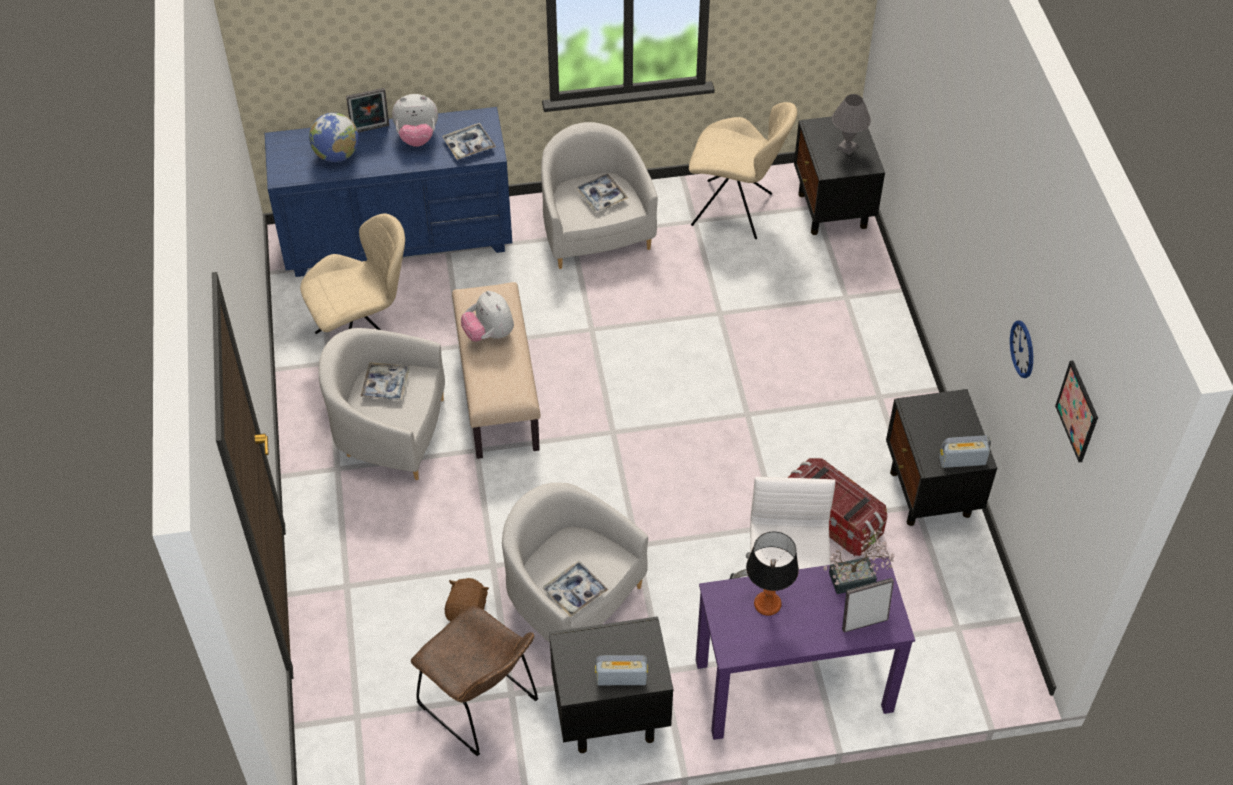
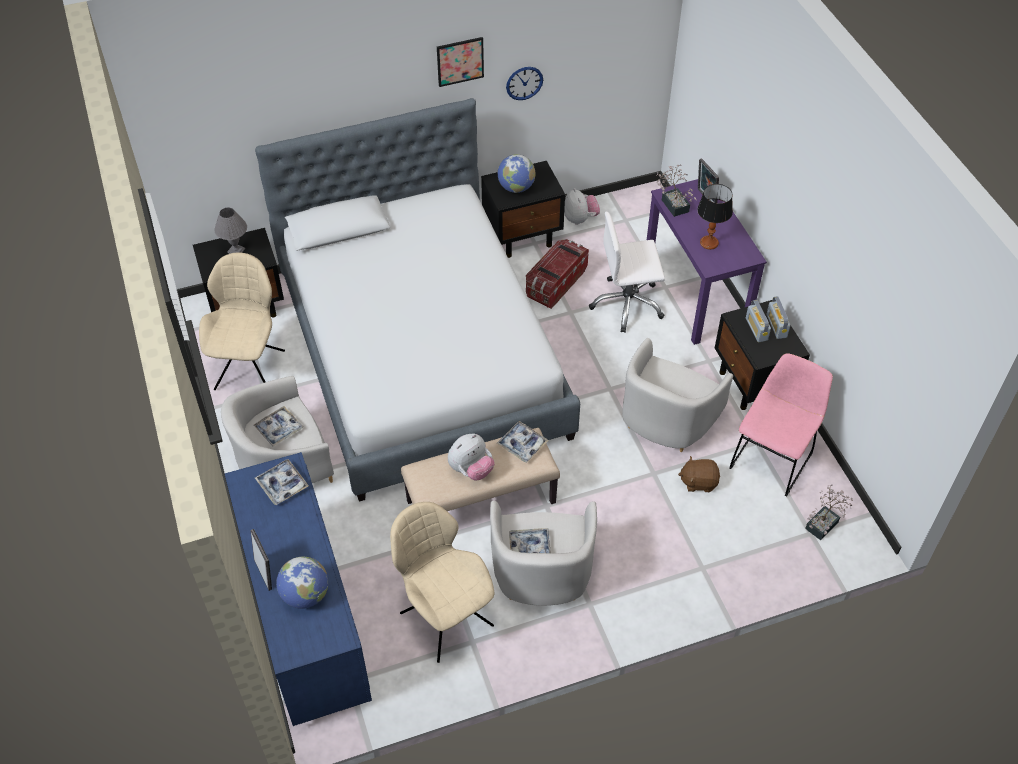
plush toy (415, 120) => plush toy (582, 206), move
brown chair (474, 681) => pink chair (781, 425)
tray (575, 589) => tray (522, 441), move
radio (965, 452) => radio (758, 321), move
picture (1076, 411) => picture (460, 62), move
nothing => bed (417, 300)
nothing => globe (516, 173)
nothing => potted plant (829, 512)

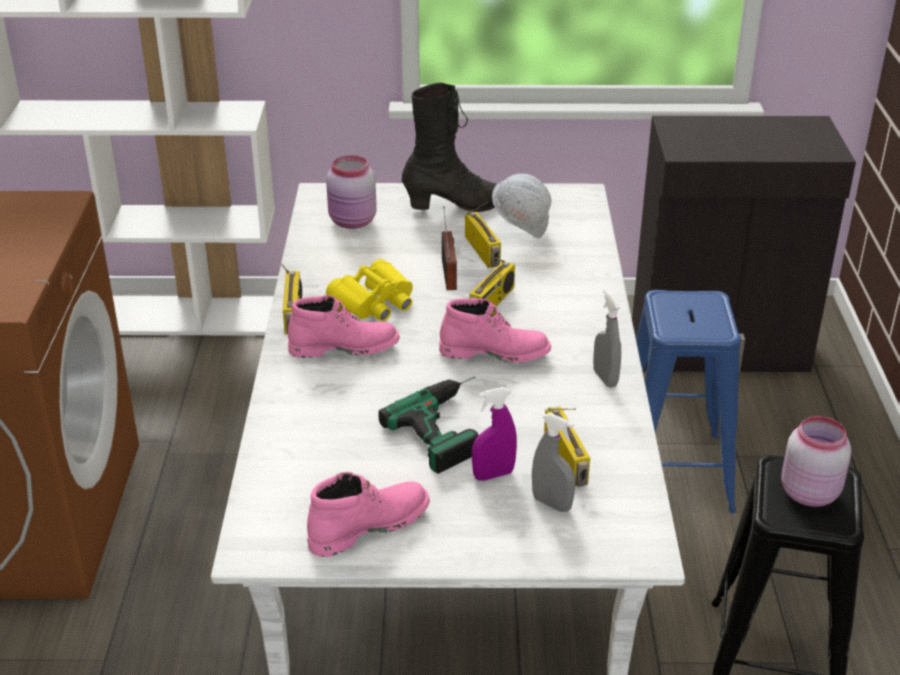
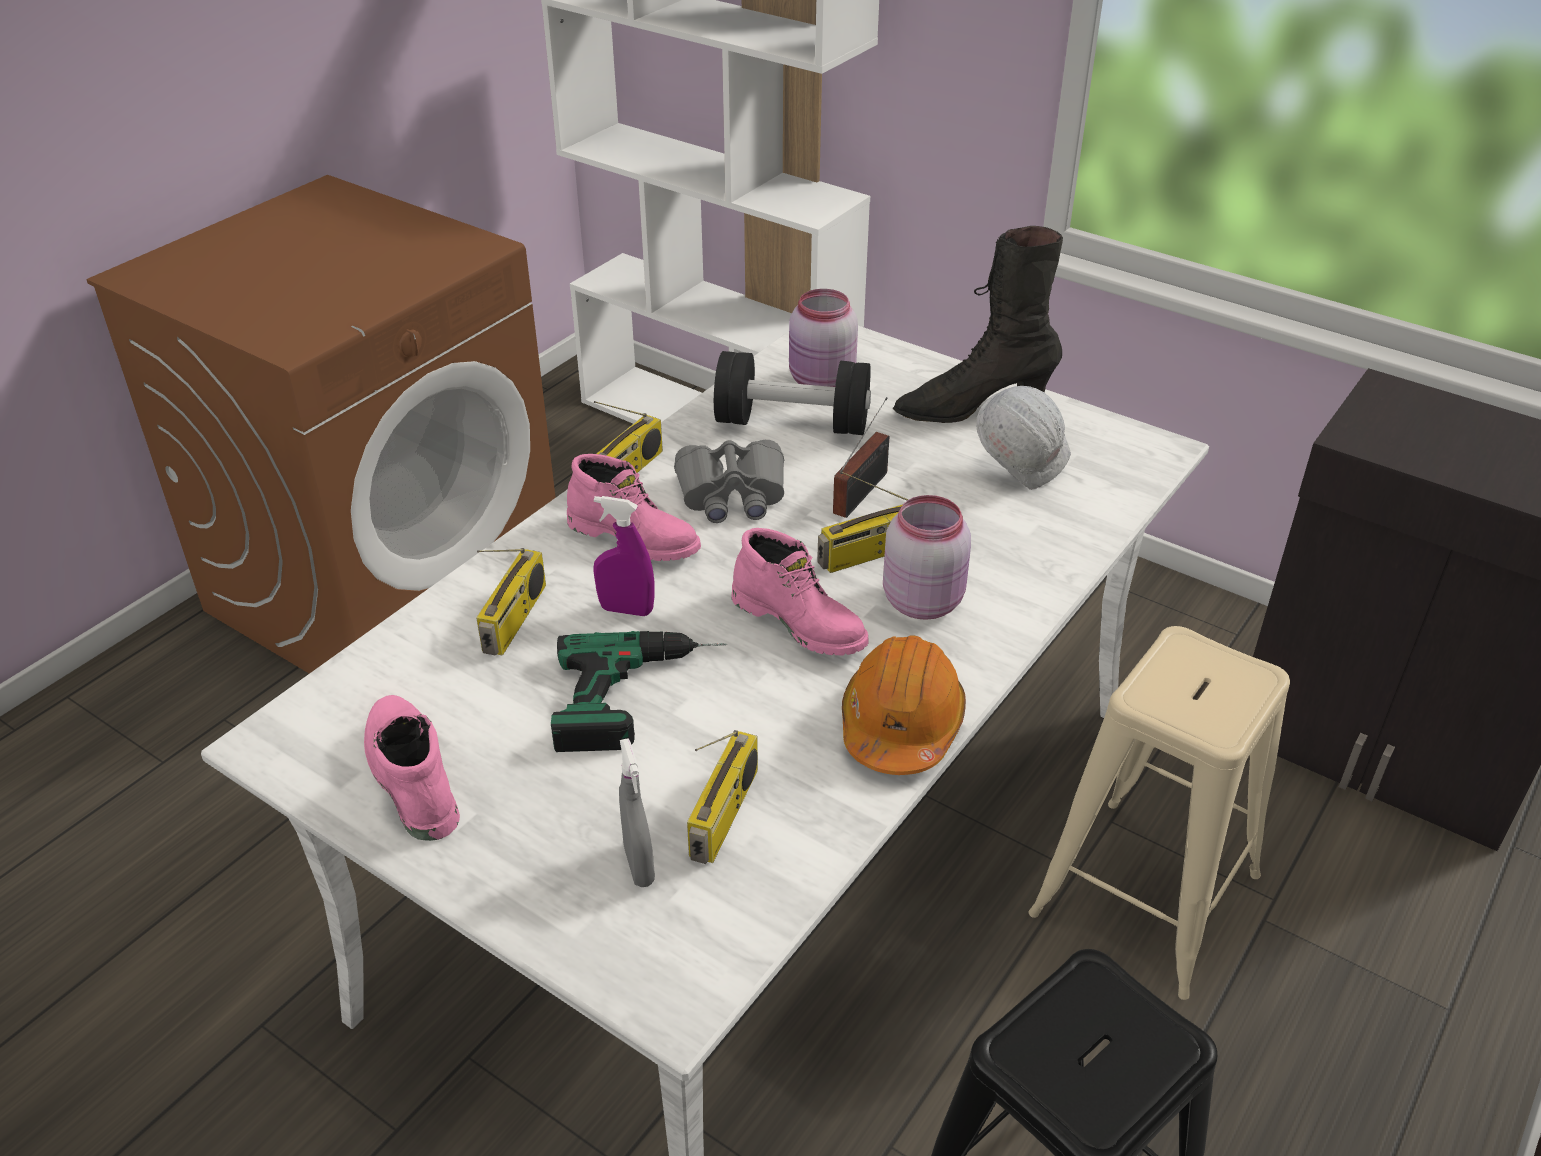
pink boot (368, 514) => pink boot (412, 768), 120 degrees counterclockwise
yellow binoculars (369, 290) => grey binoculars (729, 481)
black boot (449, 147) => black boot (978, 324), 150 degrees clockwise
radio (483, 235) => radio (511, 602), move
purple spray bottle (494, 434) => purple spray bottle (624, 556), move
grey spray bottle (607, 338) => orange hard hat (904, 705)
blue stool (688, 402) => beige stool (1159, 813)
pink jar (816, 461) => pink jar (927, 557), move
nothing => black dumbbell (792, 393)

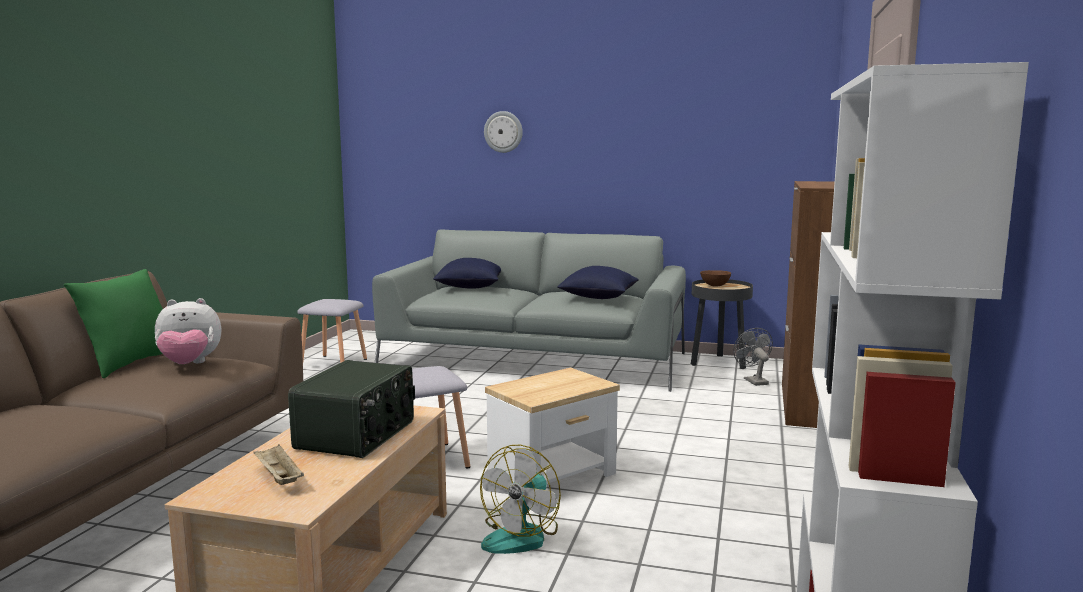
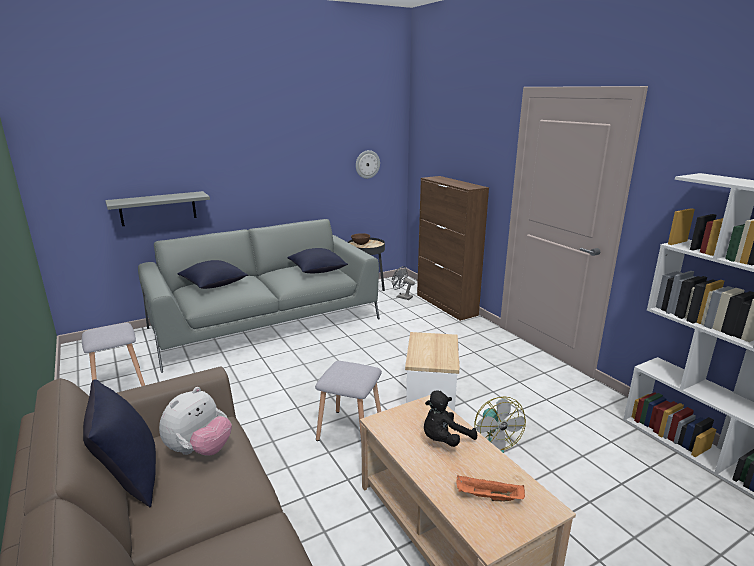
green pillow (113, 323) => blue pillow (119, 443)
beige tray (279, 465) => orange tray (491, 488)
radio (351, 409) => black plush toy (450, 418)
wall clock (503, 132) => wall clock (368, 164), move
nothing => grey shelf (157, 208)

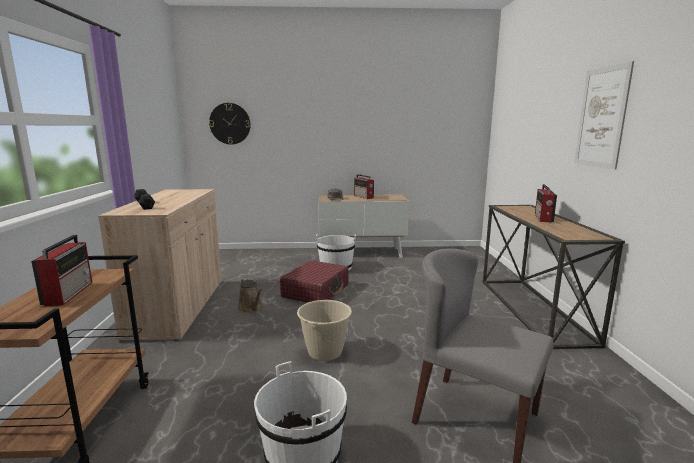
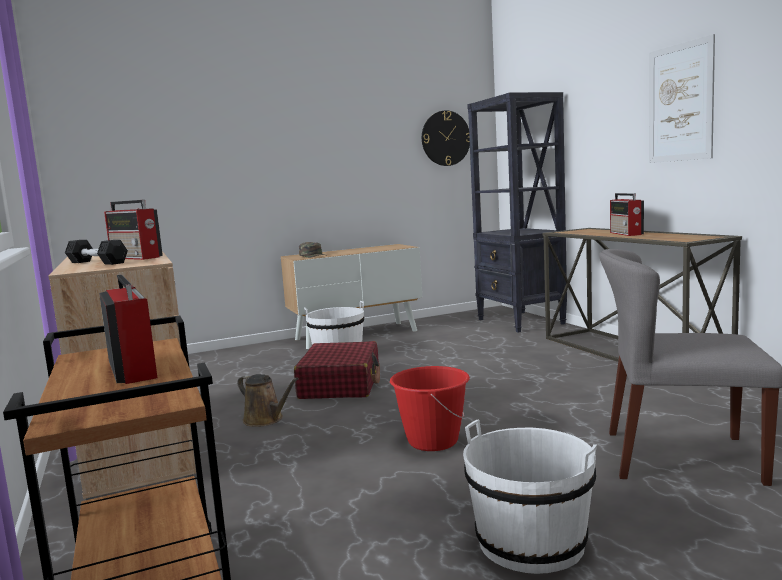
wall clock (230, 124) => wall clock (446, 138), move
beige bucket (324, 330) => red bucket (430, 408)
radio (364, 186) => radio (133, 230), move
nothing => black bookcase (517, 212)

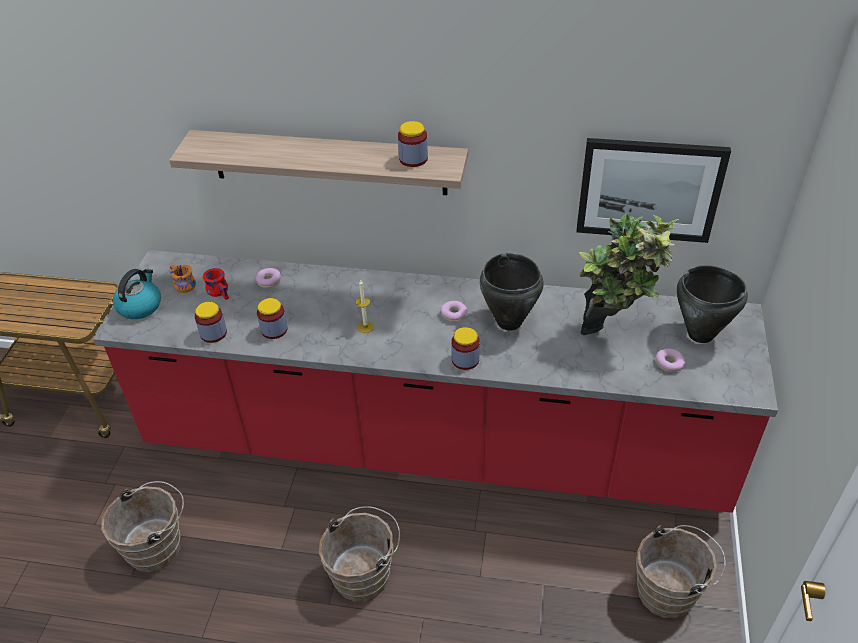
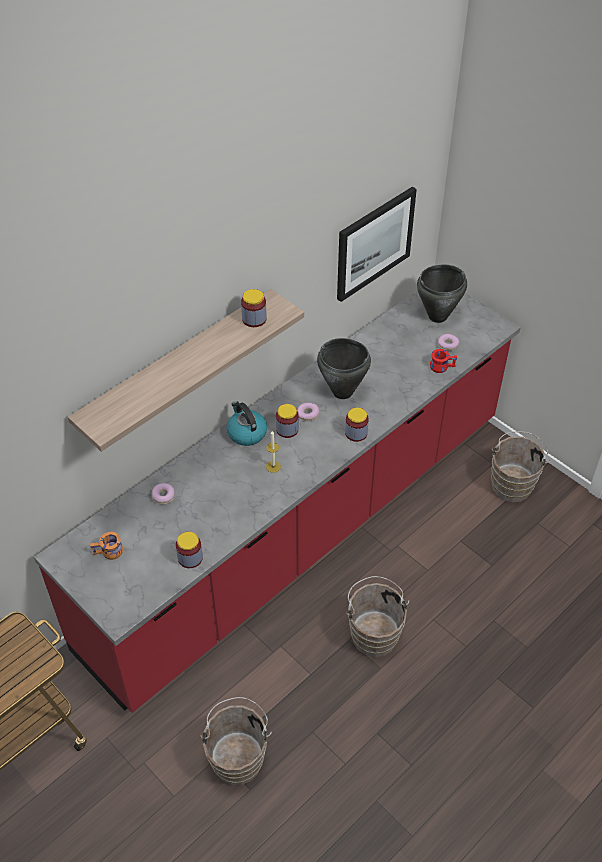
kettle (137, 294) => kettle (247, 423), move
red mug (216, 284) => red mug (443, 361), move
jar (272, 318) => jar (287, 421), move
potted plant (629, 274) => nothing

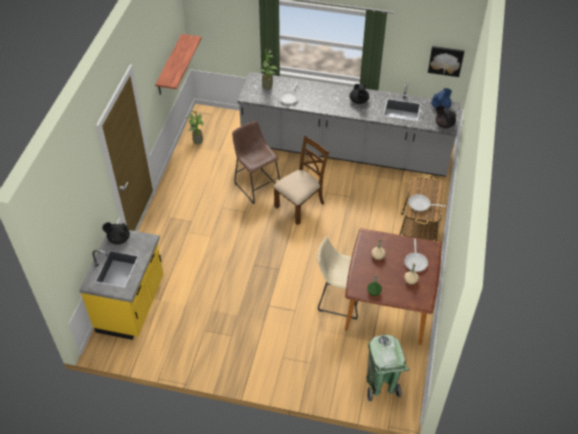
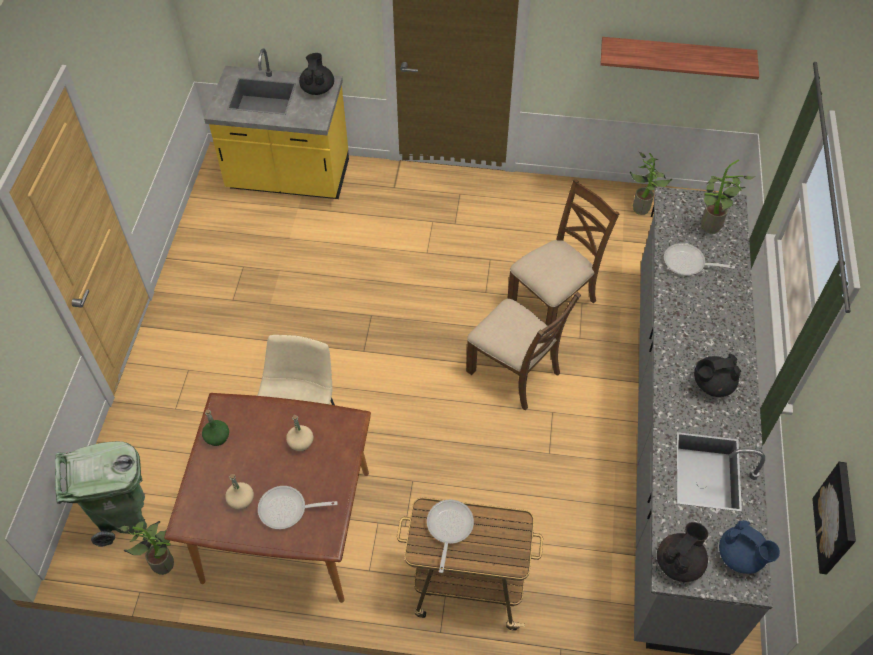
brown stool (256, 162) => brown chair (563, 253)
nothing => potted plant (145, 547)

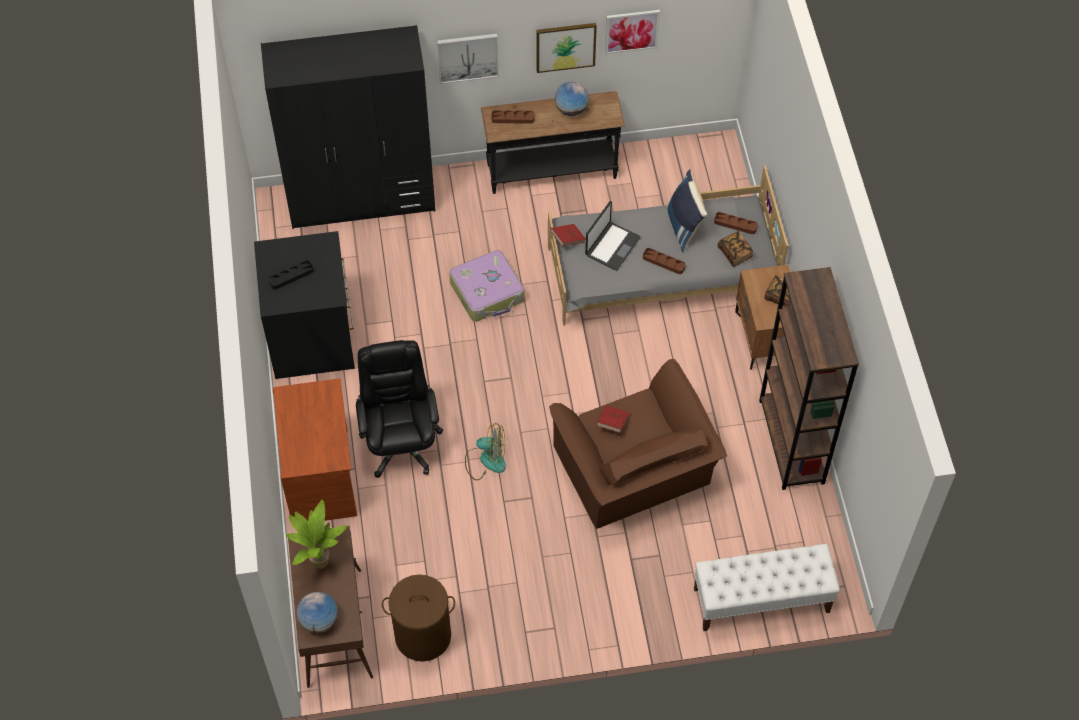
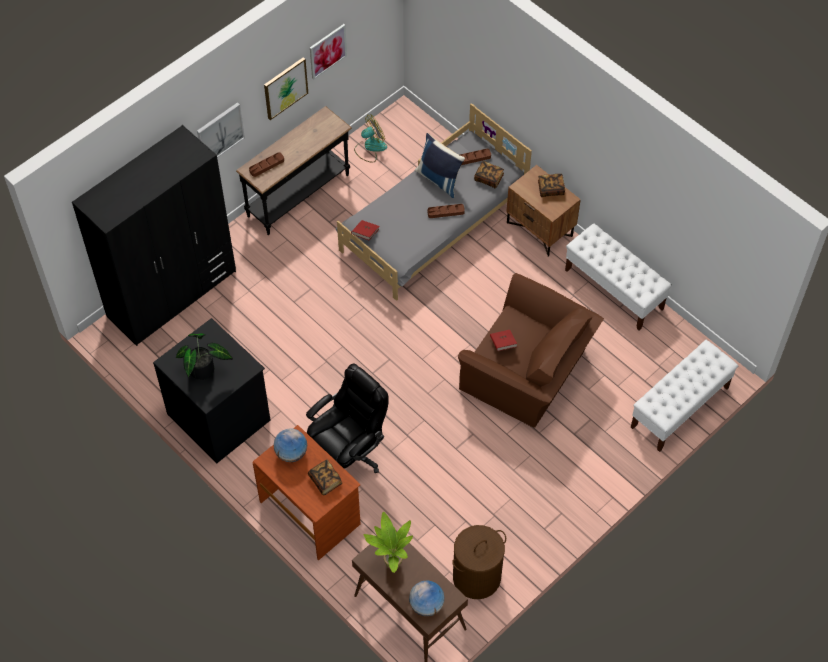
black tray (291, 275) => potted plant (204, 356)
black office chair (399, 409) => black office chair (347, 418), 90 degrees clockwise
suitcase (486, 286) => nothing
fan (485, 451) => fan (370, 138), move
globe (572, 99) => globe (290, 445), move
laptop (612, 235) => nothing
brown bookcase (809, 378) => white bench (618, 277)
nothing => book (325, 477)

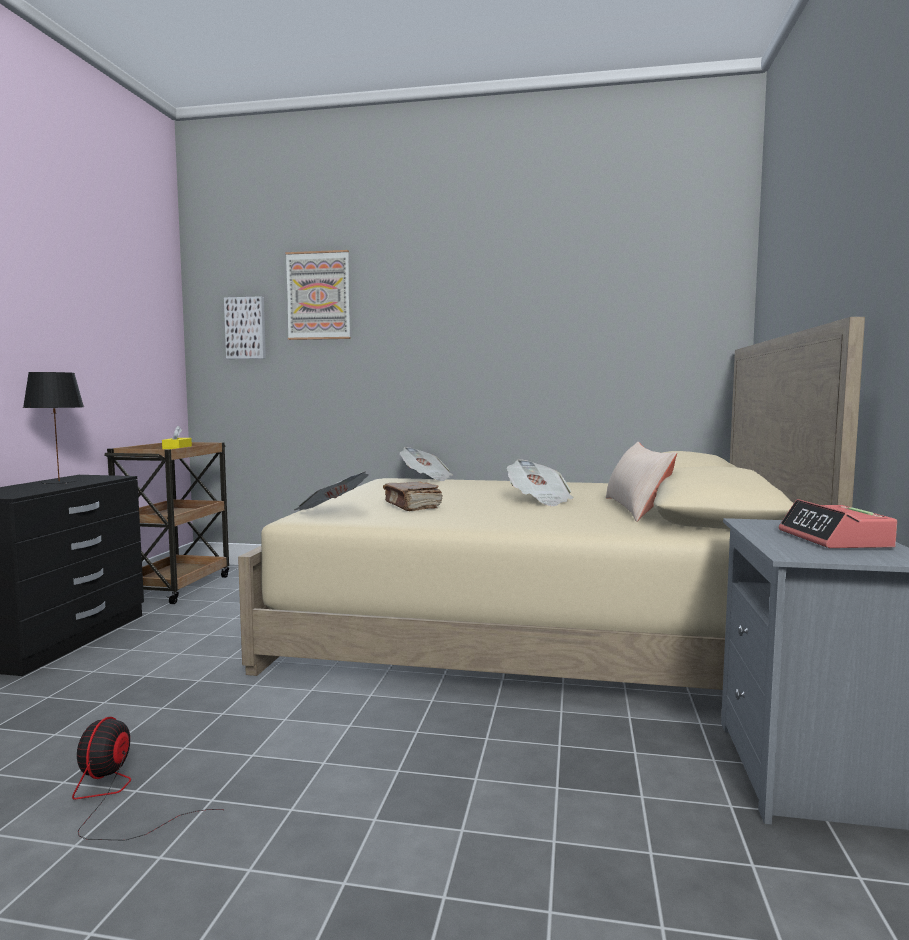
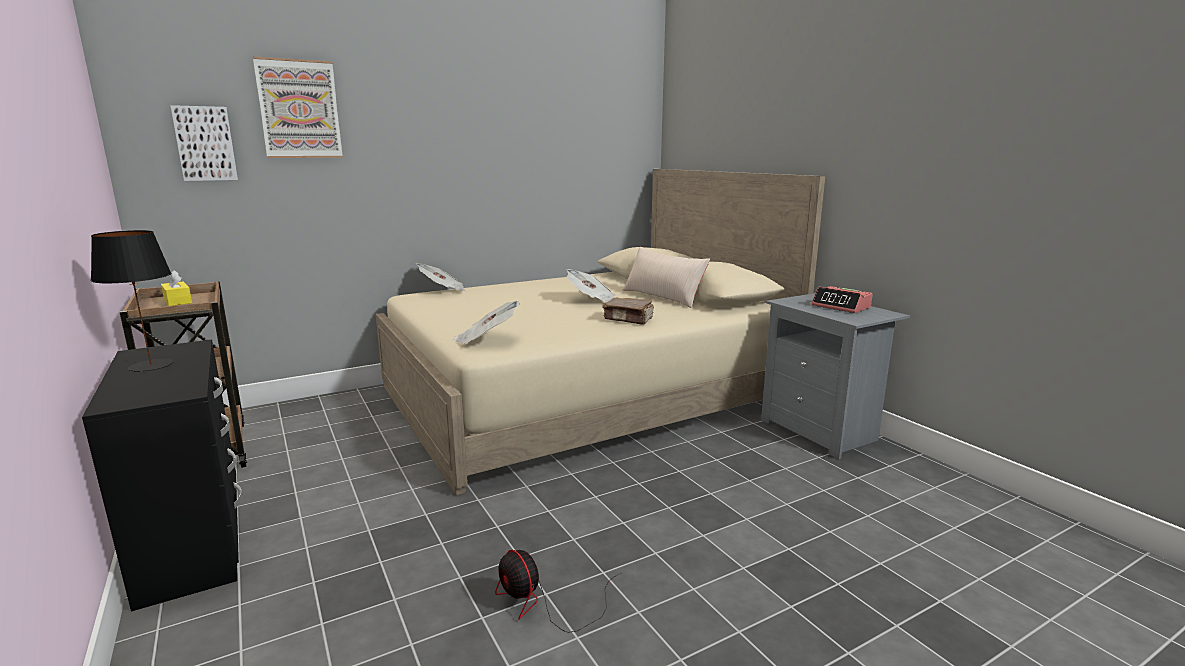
brown book (412, 496) => brown book (628, 311), move

